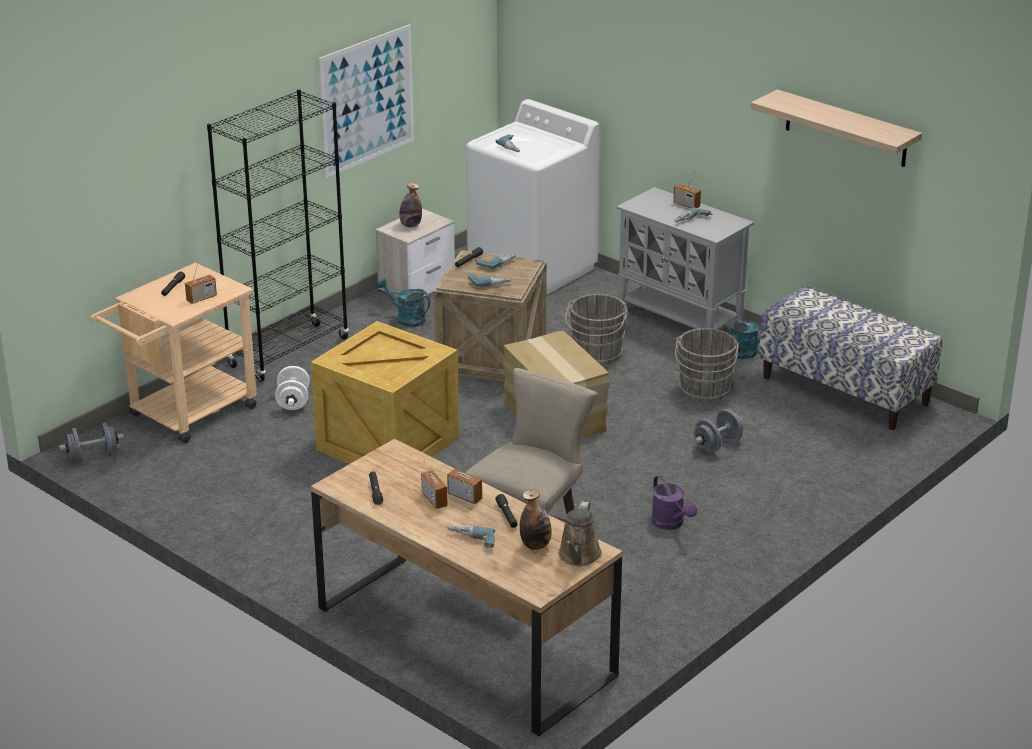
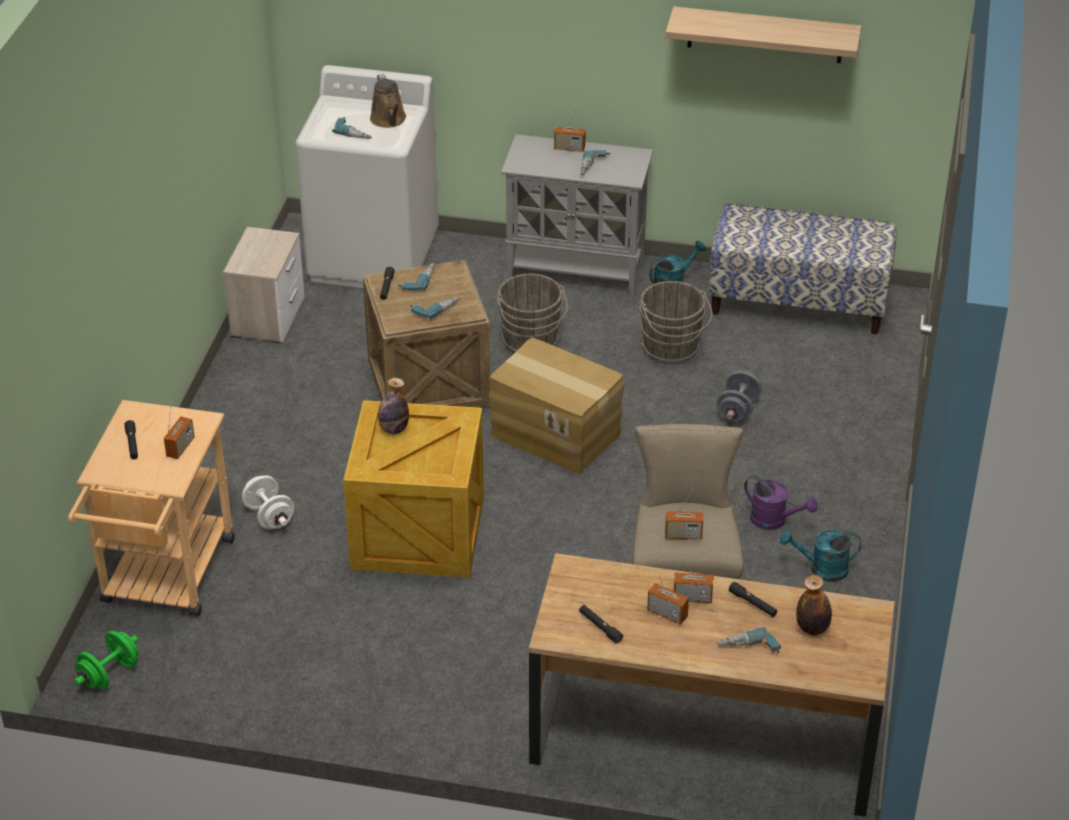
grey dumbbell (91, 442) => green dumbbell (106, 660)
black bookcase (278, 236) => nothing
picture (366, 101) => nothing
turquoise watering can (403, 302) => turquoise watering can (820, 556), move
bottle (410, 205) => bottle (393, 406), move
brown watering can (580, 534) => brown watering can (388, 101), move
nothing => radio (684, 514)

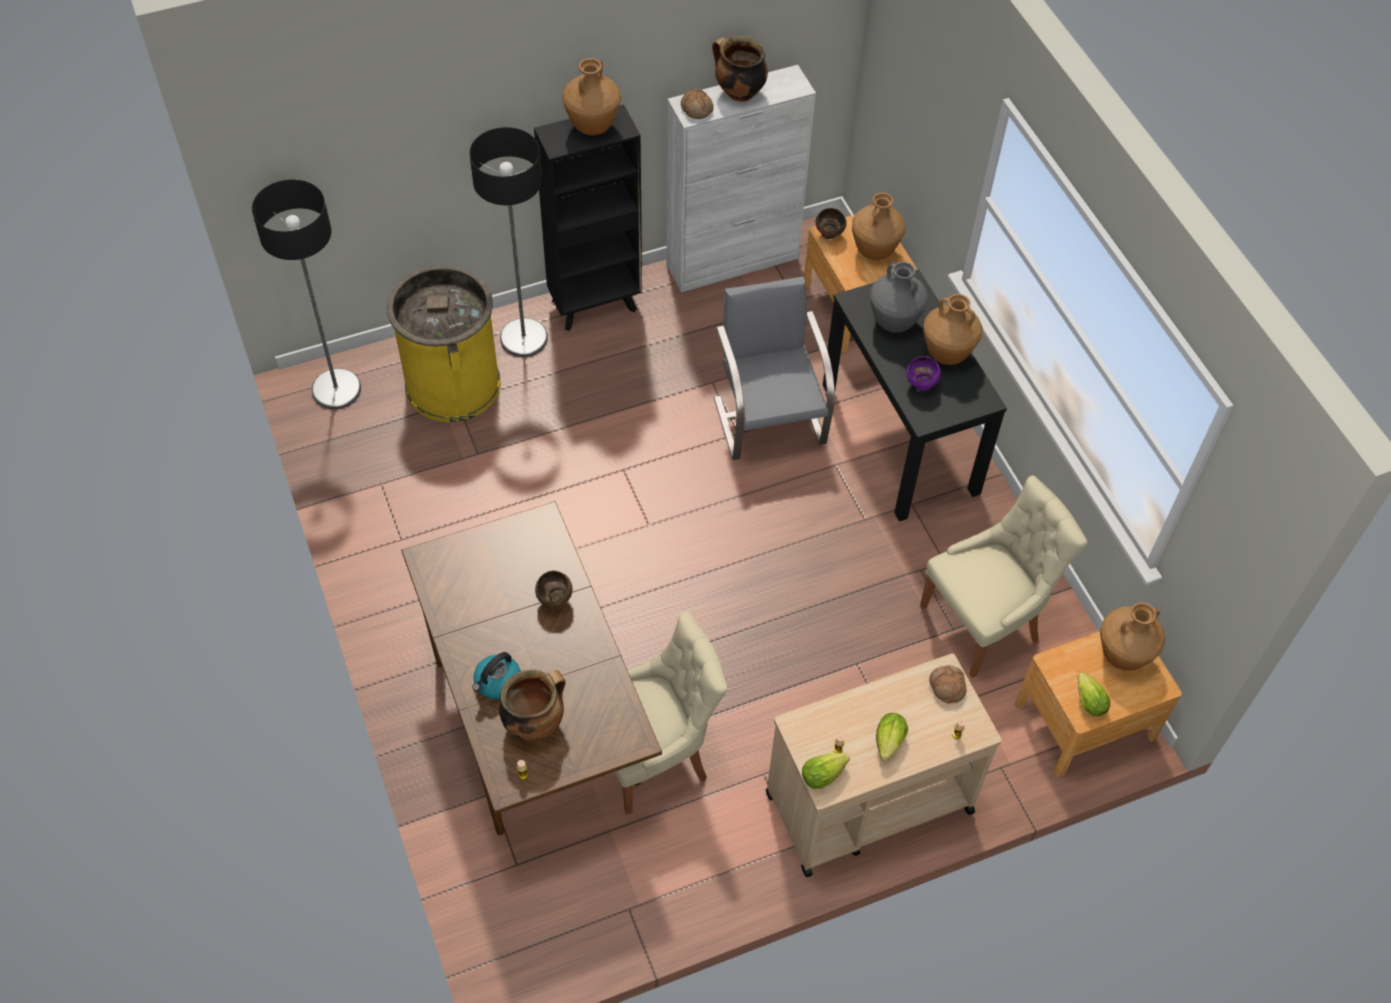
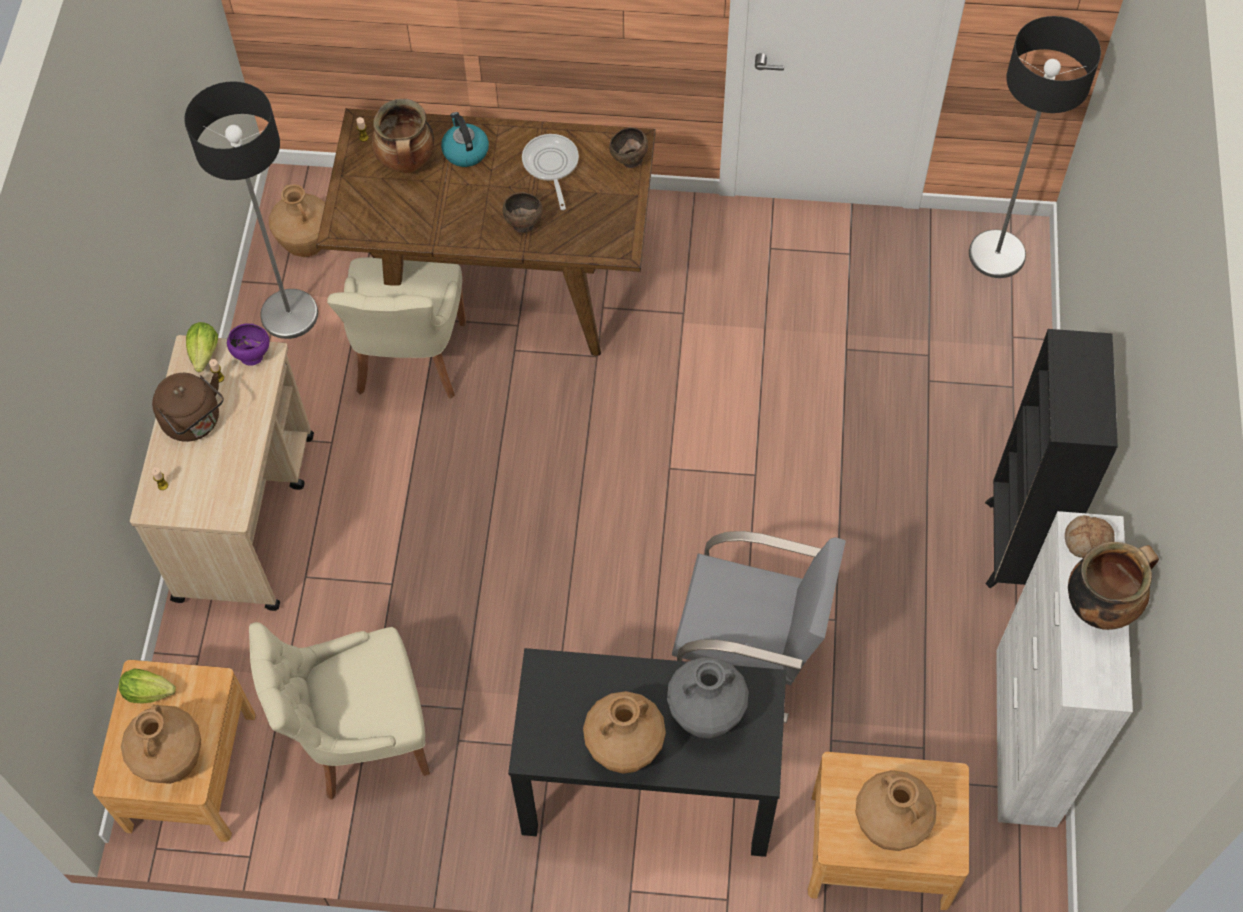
yellow trash can (444, 343) => nothing
floor lamp (508, 242) => floor lamp (251, 210), move
brown vase (591, 96) => brown vase (297, 220), move
brown bowl (831, 223) => brown bowl (628, 147), move
lettuce (892, 737) => brown kettle (187, 407)
purple bowl (923, 373) => purple bowl (248, 344), move
beige chair (1003, 576) => beige chair (339, 711), 75 degrees clockwise
bread (948, 684) => nothing
nothing => frying pan (550, 172)

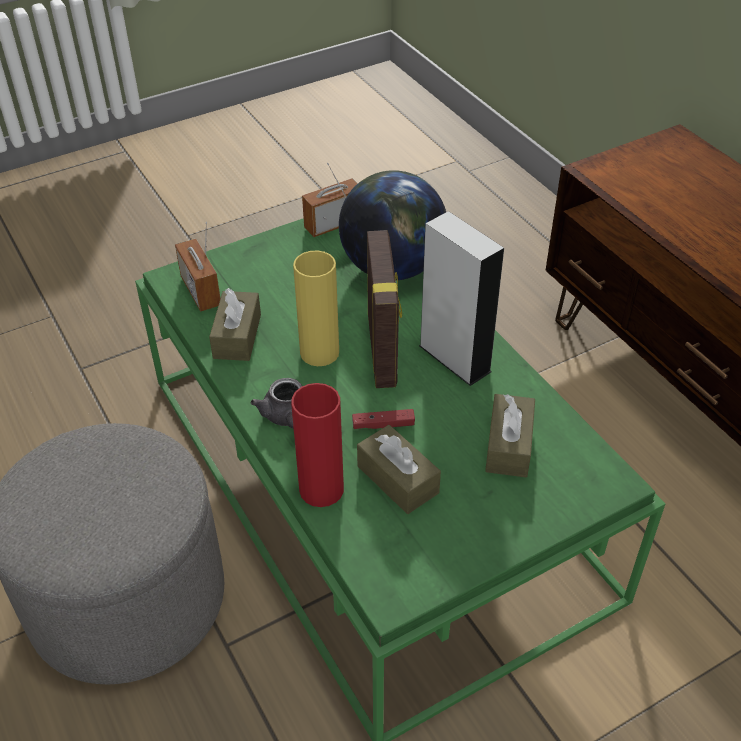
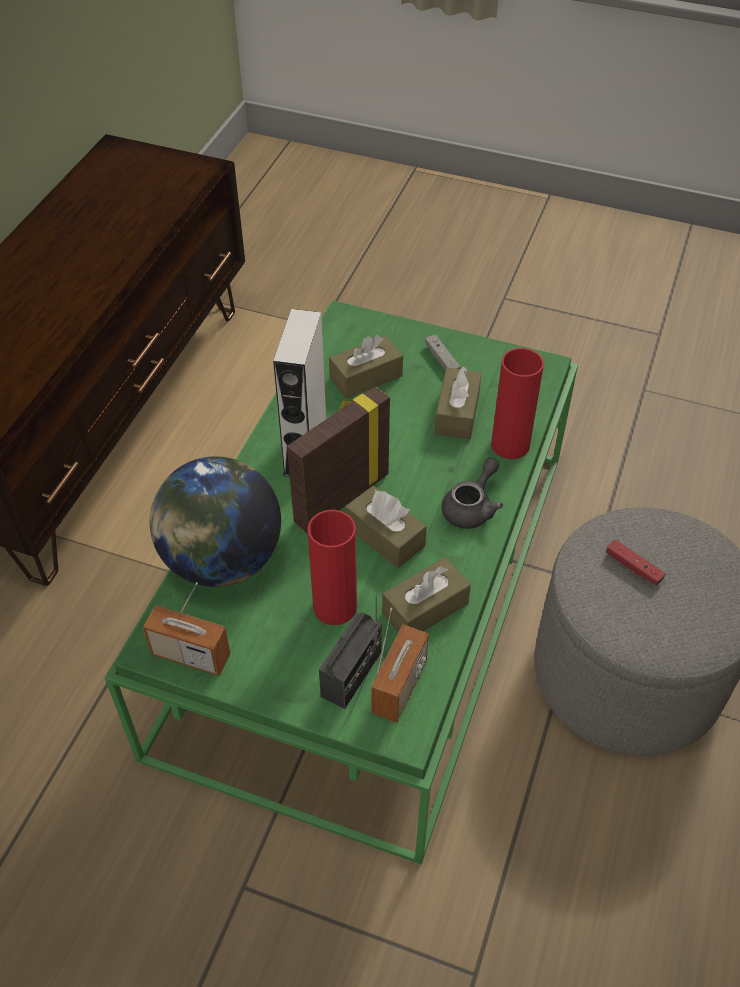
yellow vase (316, 308) => brown tissue box (386, 527)
red game controller (383, 419) => red game controller (636, 563), move
nothing => red vase (332, 567)
nothing => radio (350, 649)
nothing => grey game controller (443, 353)

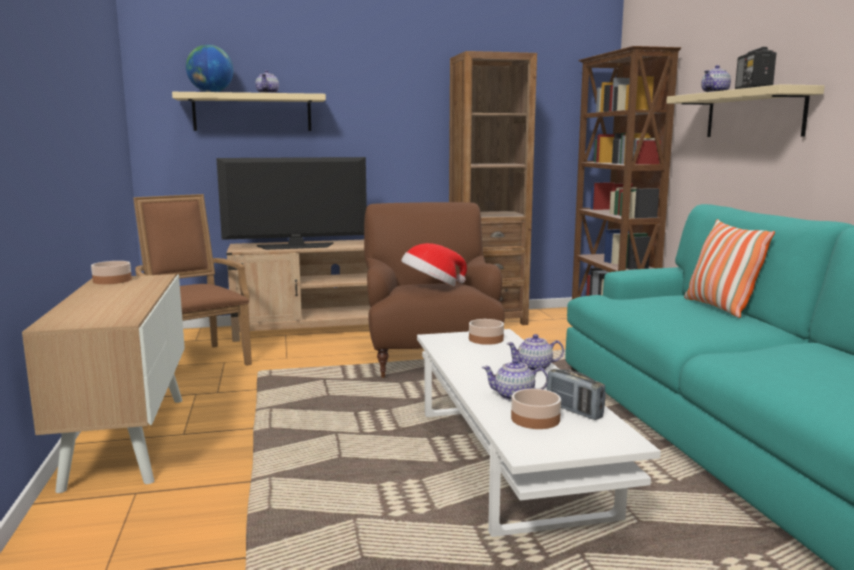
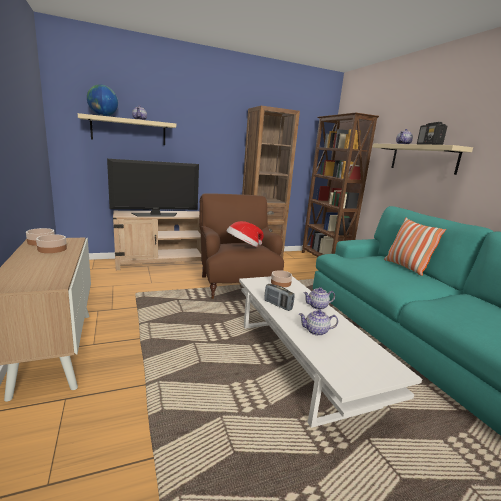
brown armchair (192, 280) => nothing
bowl (536, 409) => bowl (51, 243), move
radio (576, 394) => radio (279, 297), move

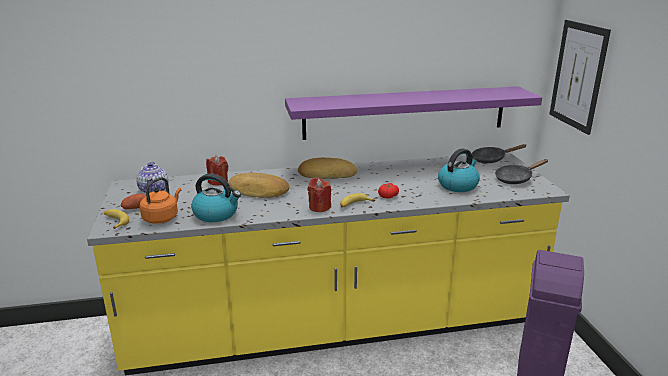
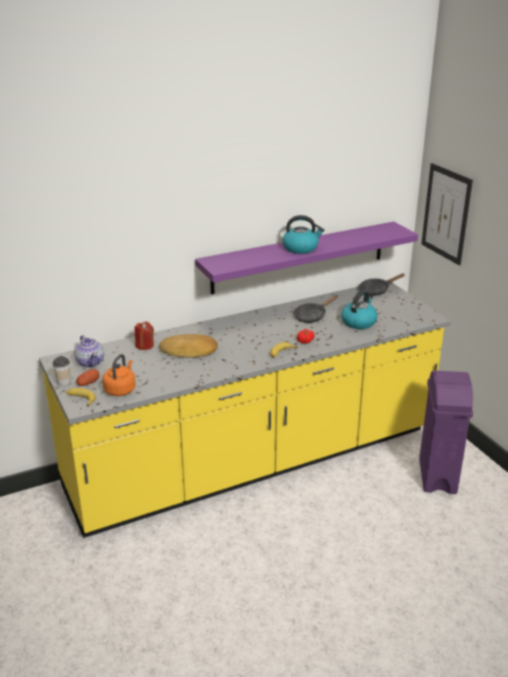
kettle (216, 198) => kettle (303, 234), move
bread (327, 168) => nothing
red candle (319, 194) => nothing
black frying pan (521, 171) => black frying pan (316, 309), move
nothing => cup (61, 371)

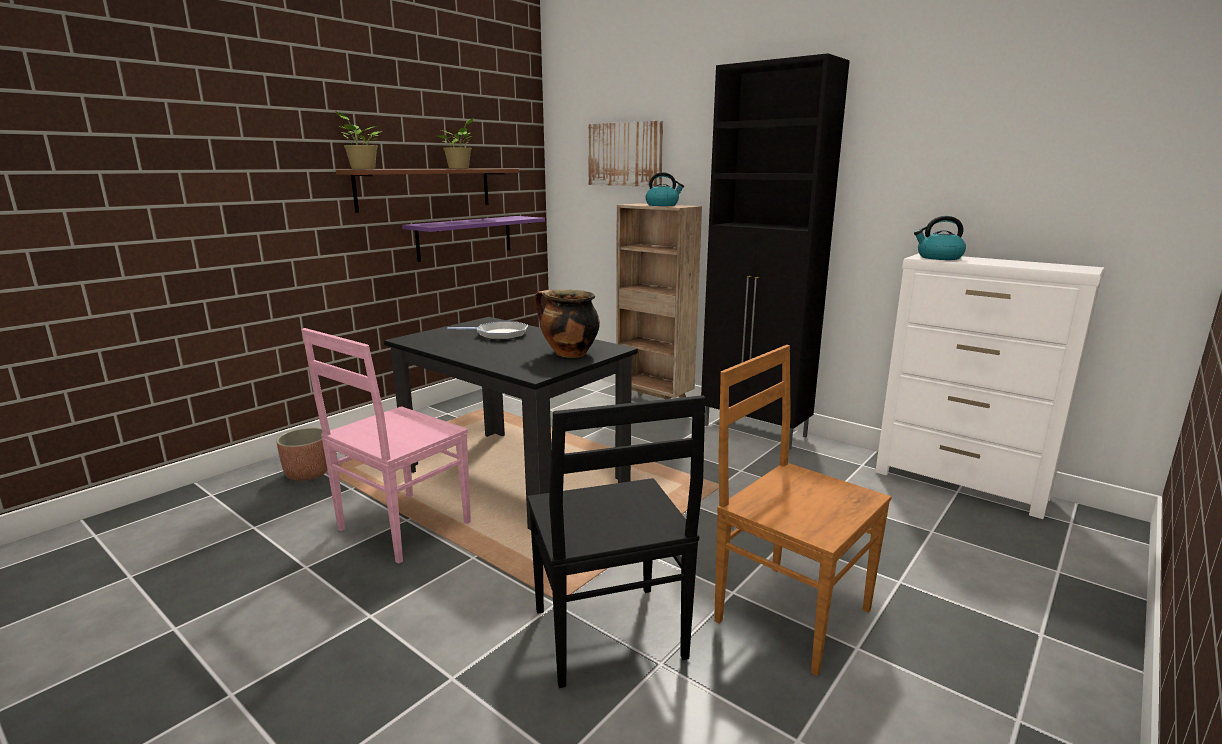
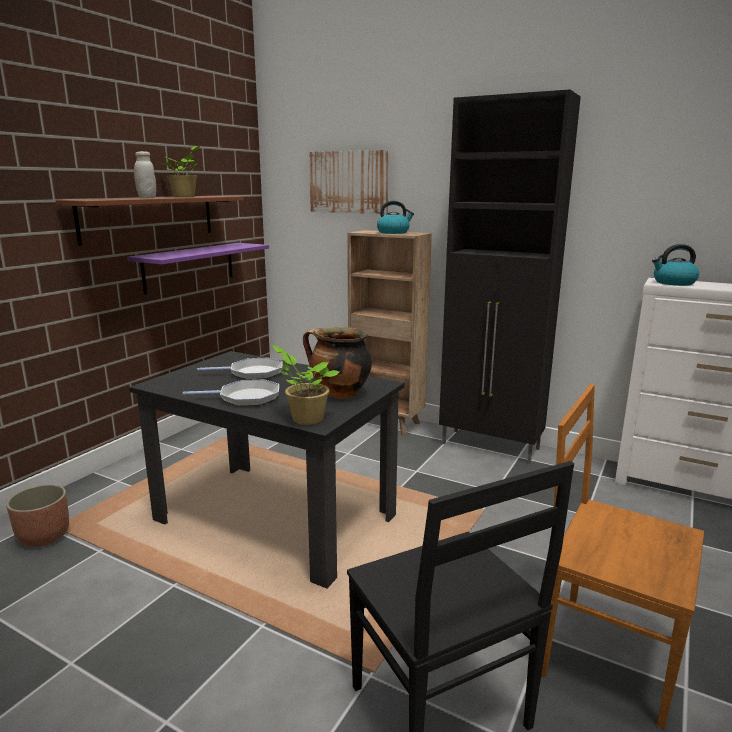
pink chair (386, 446) => nothing
potted plant (357, 140) => potted plant (306, 385), move
nothing => white jar (145, 174)
nothing => frying pan (231, 392)

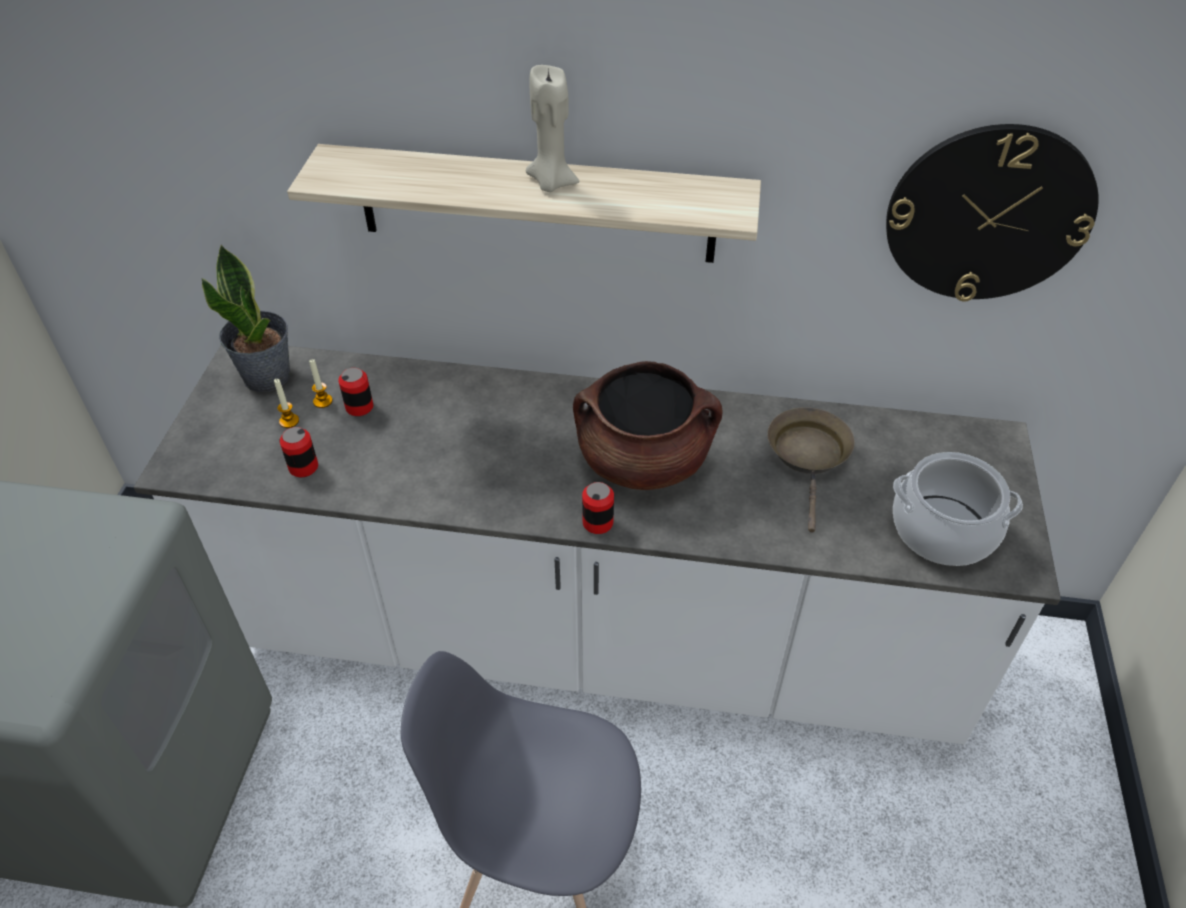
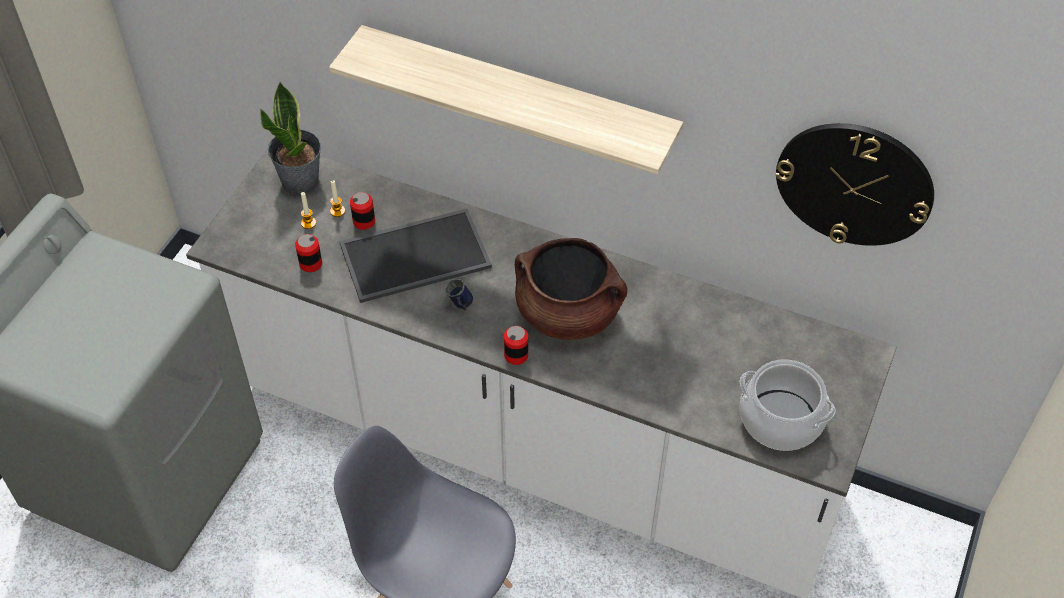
beige candle (552, 128) => nothing
brown frying pan (811, 469) => nothing
nothing => tray (415, 256)
nothing => blue mug (459, 294)

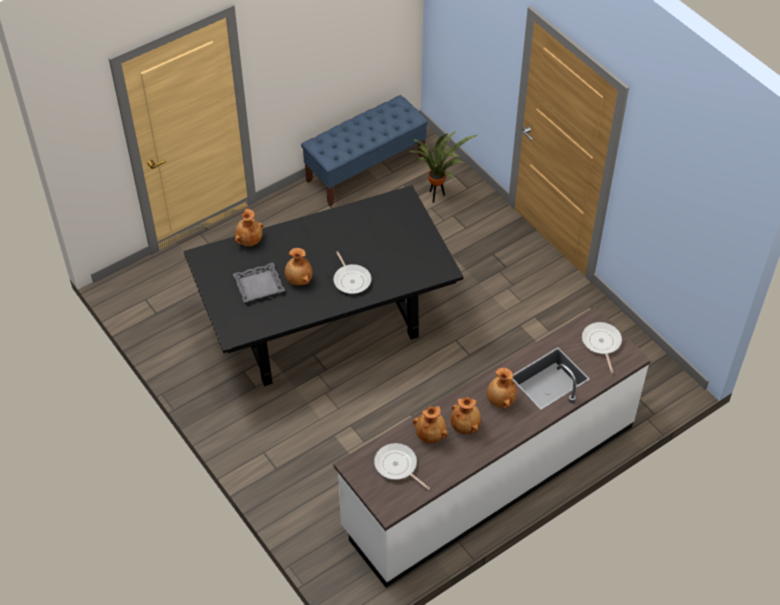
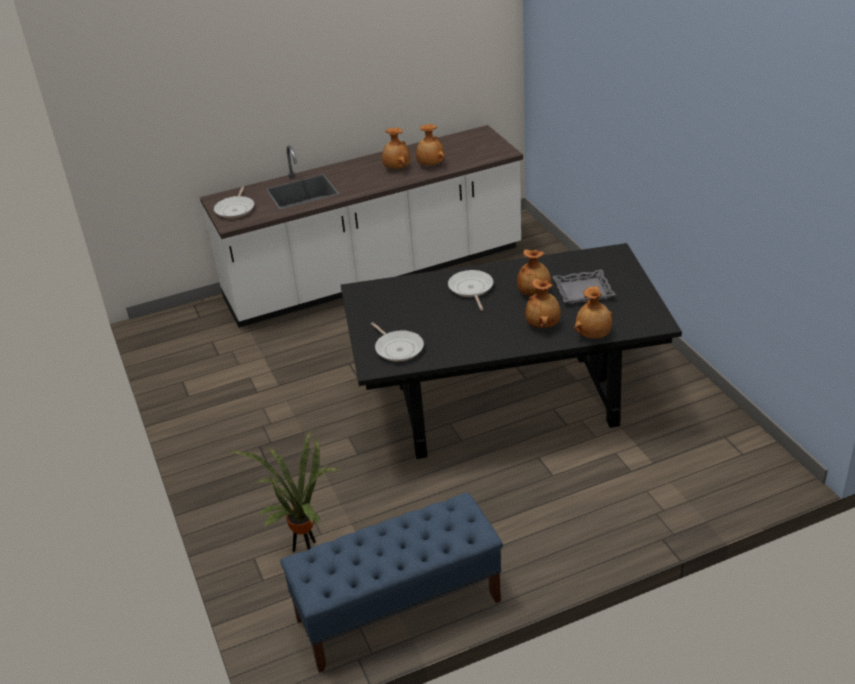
frying pan (402, 466) => frying pan (397, 342), move
brown vase (502, 388) => brown vase (543, 303), move

